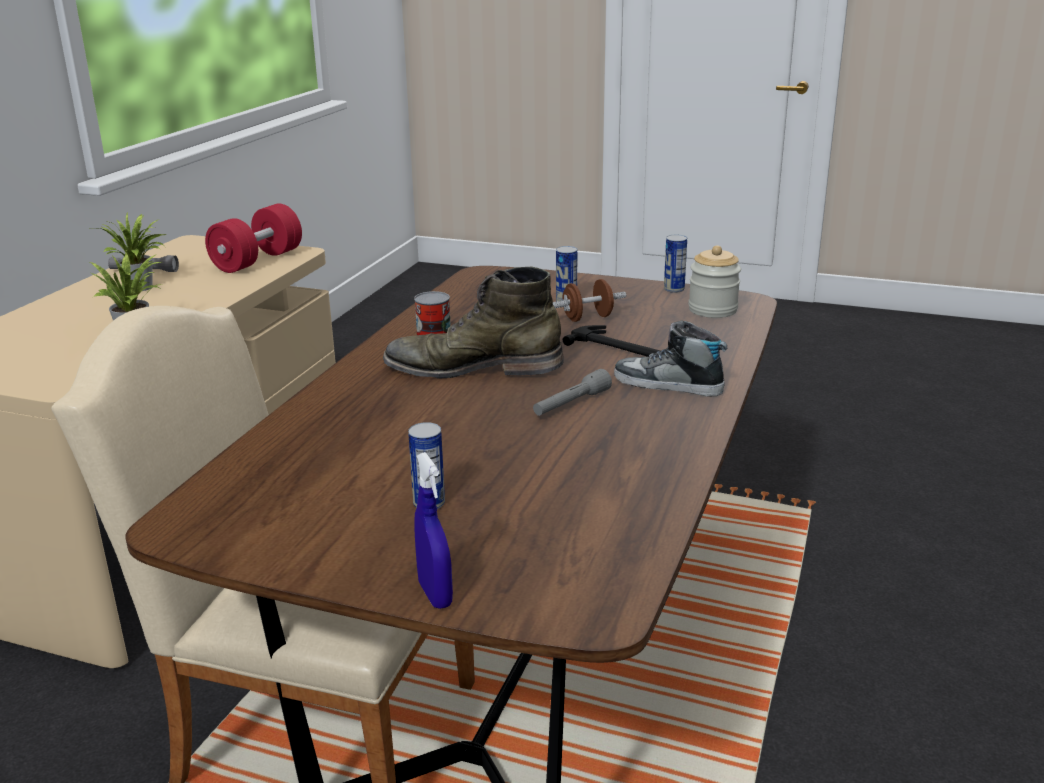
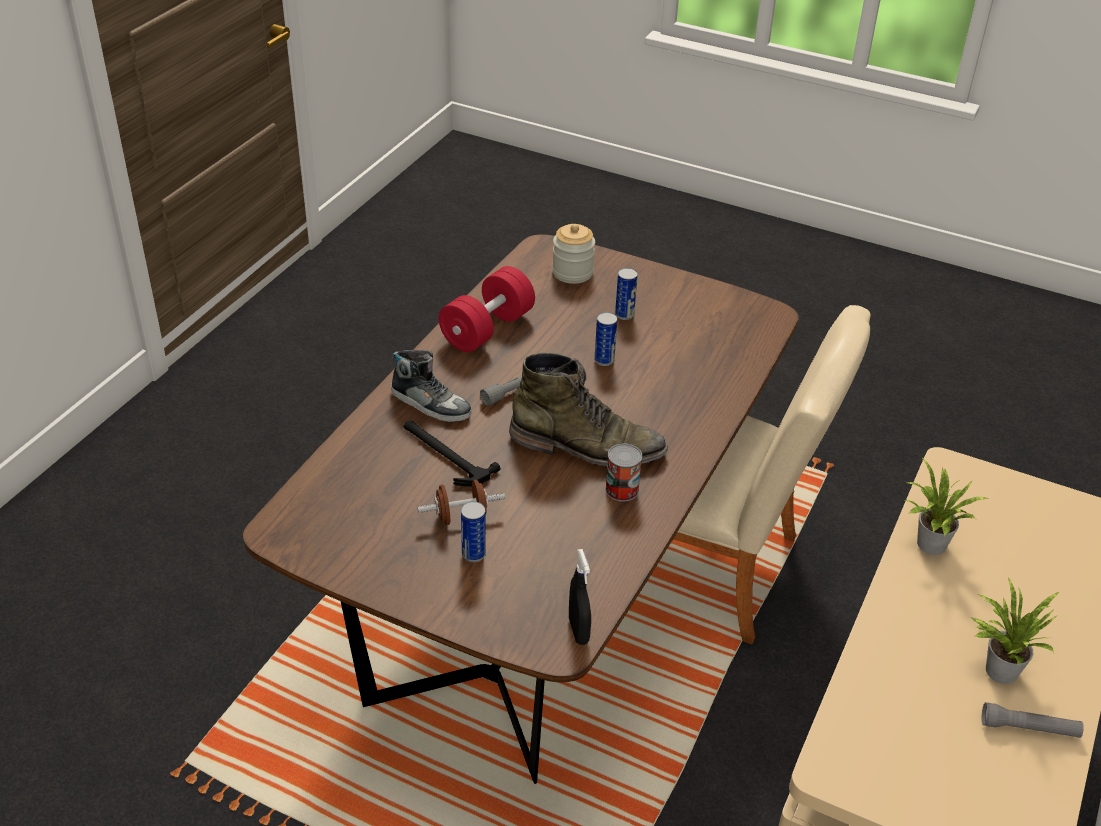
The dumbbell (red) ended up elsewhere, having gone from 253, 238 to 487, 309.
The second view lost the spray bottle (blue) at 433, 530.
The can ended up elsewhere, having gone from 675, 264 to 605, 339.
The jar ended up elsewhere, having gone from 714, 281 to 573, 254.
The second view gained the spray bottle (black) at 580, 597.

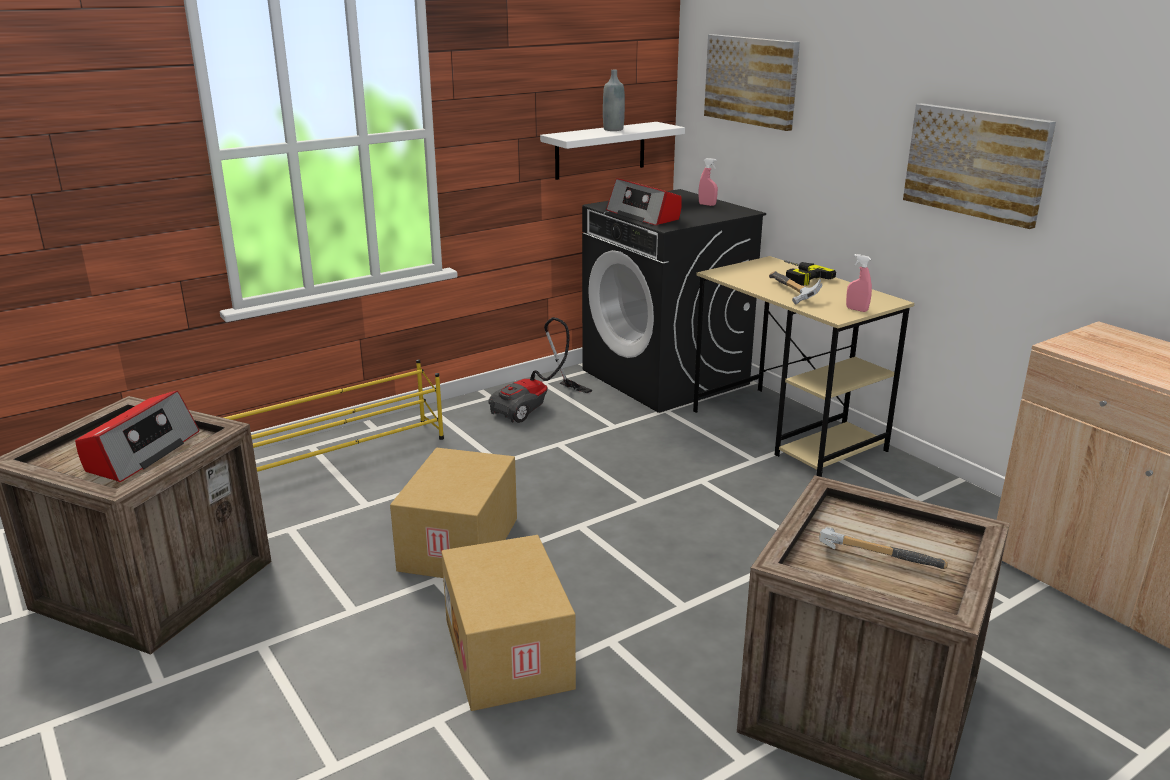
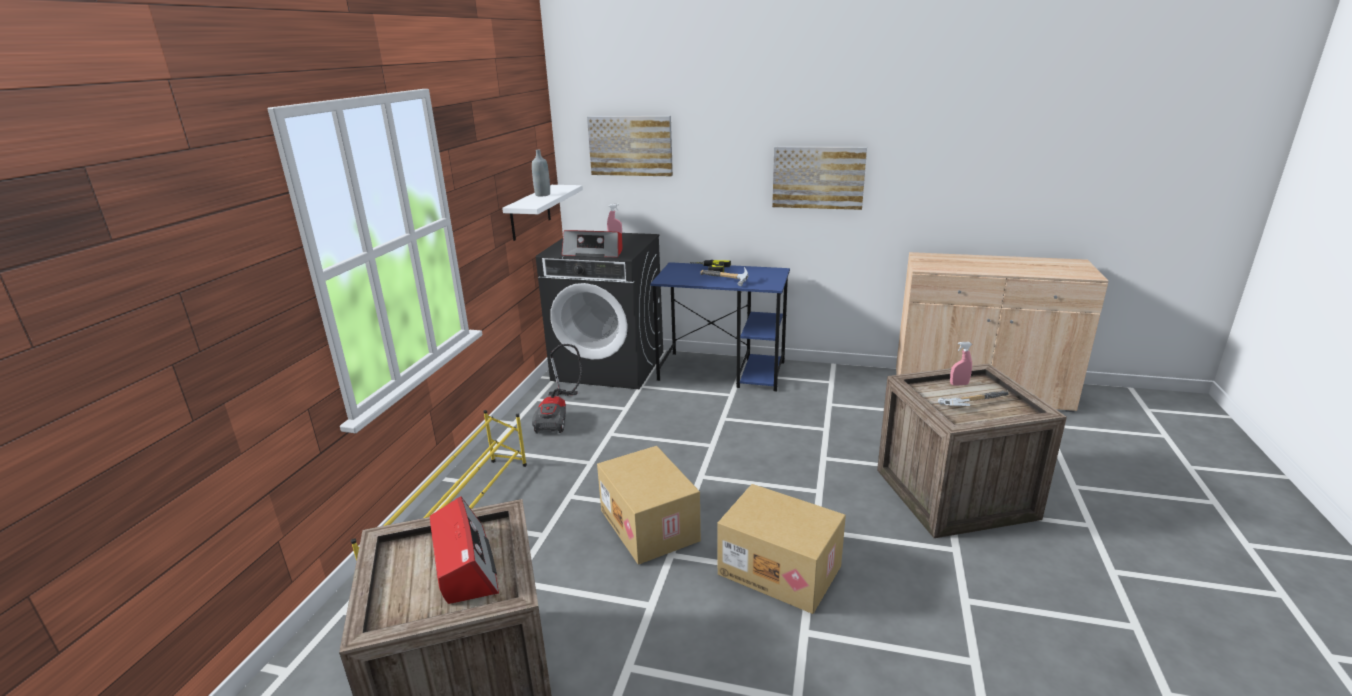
What was the desk (beige) at 803, 366 turned into the desk (blue) at 720, 327.
The spray bottle (pink) ended up elsewhere, having gone from 859, 283 to 961, 363.

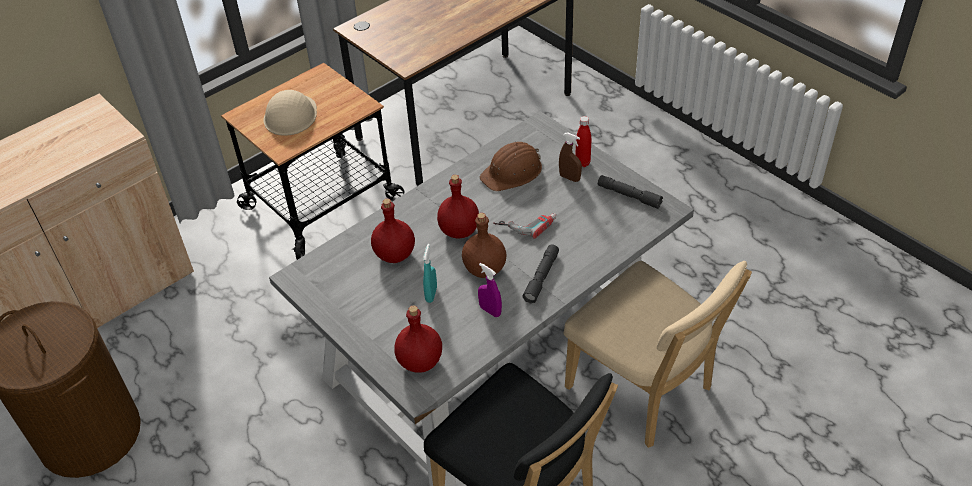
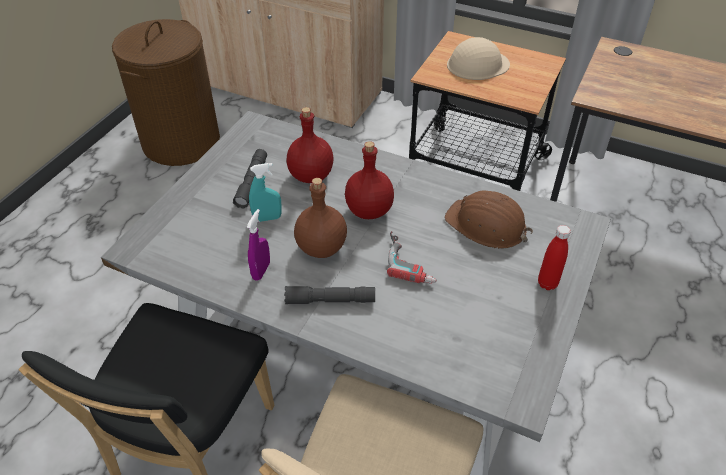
The second view lost the bottle (red) at 418, 339.
The second view lost the spray bottle (brown) at 570, 157.
The flashlight (grey) ended up elsewhere, having gone from 630, 192 to 250, 179.

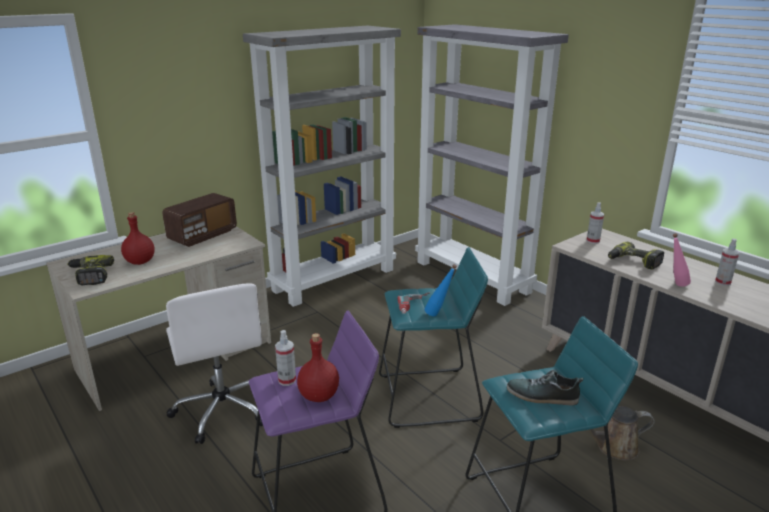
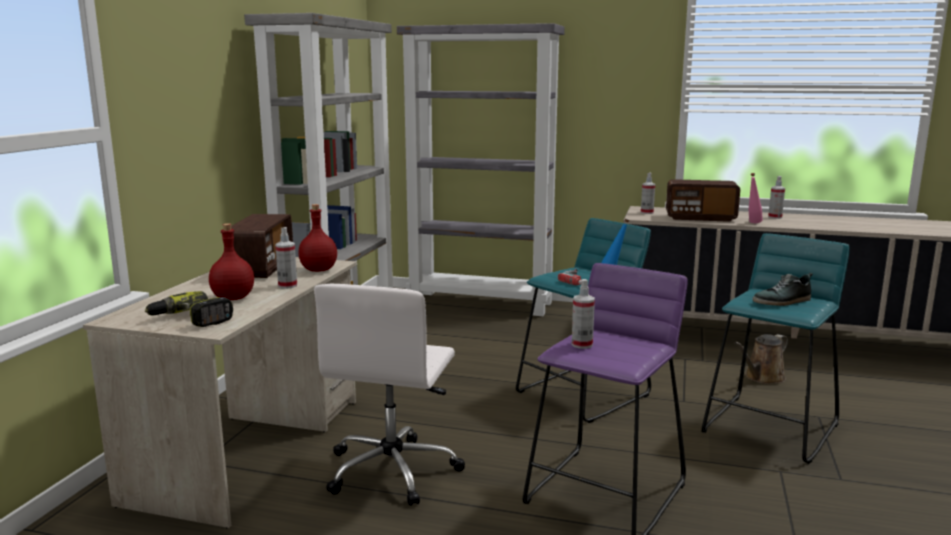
The office chair (white) at 214, 363 ended up facing another way, 75 degrees clockwise from before.
The bottle (red) ended up elsewhere, having gone from 318, 367 to 317, 238.
Where the power drill stood at 636, 256, the radio came to stand at 703, 200.
The second view gained the spray bottle at 286, 258.

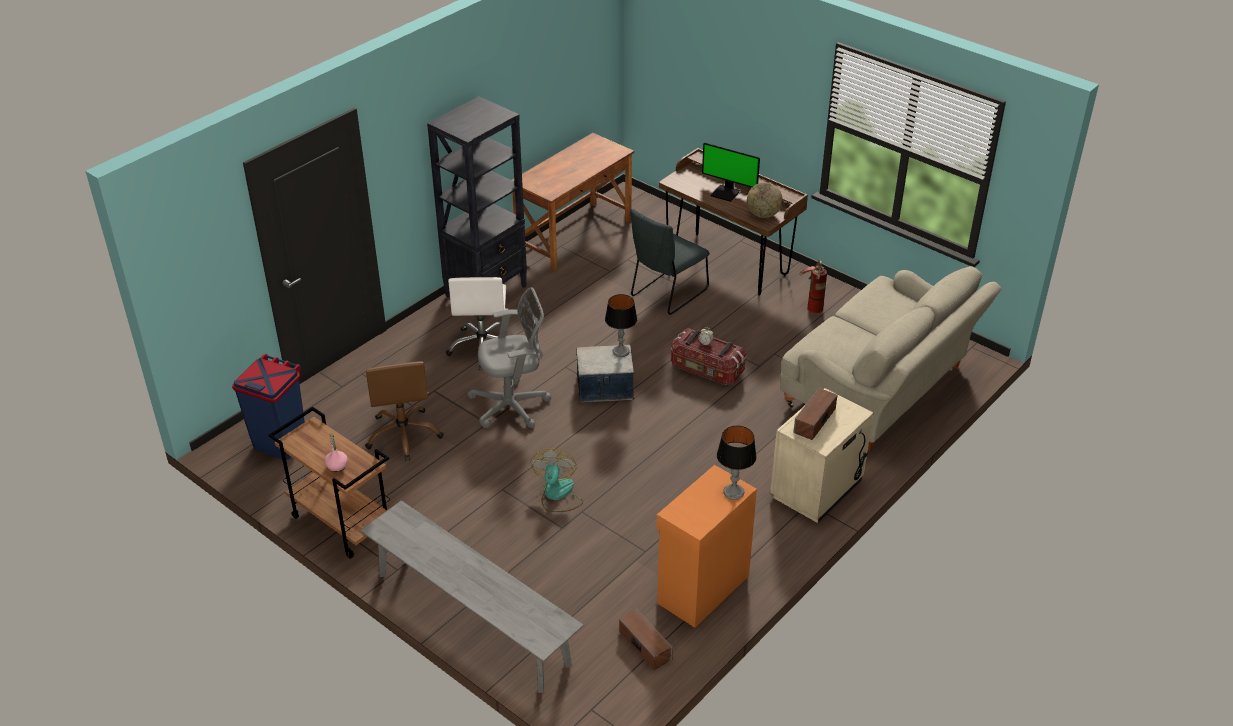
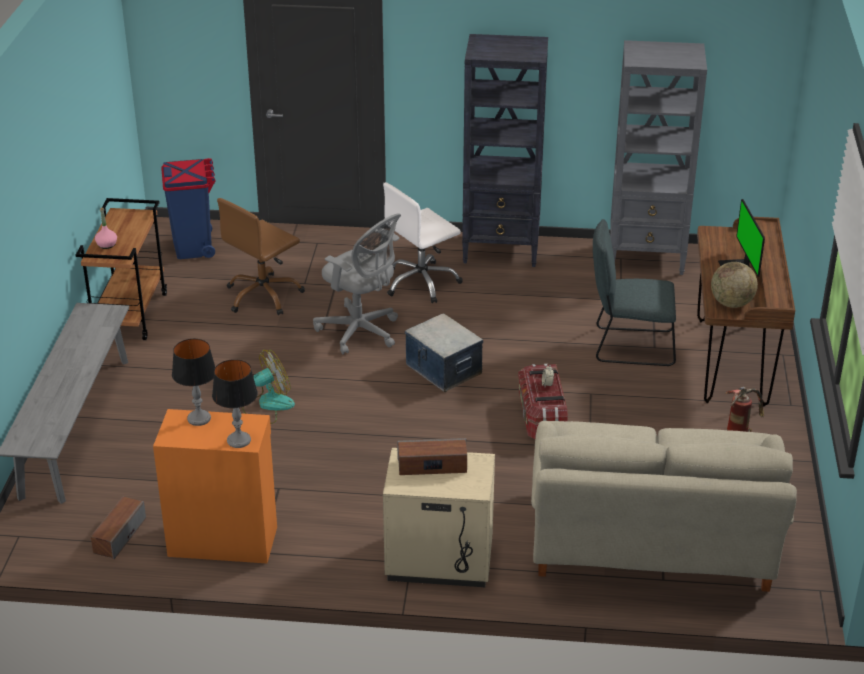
Where the desk (brown) stood at 573, 202, the bookcase (grey) came to stand at 658, 157.
The table lamp ended up elsewhere, having gone from 621, 325 to 193, 382.

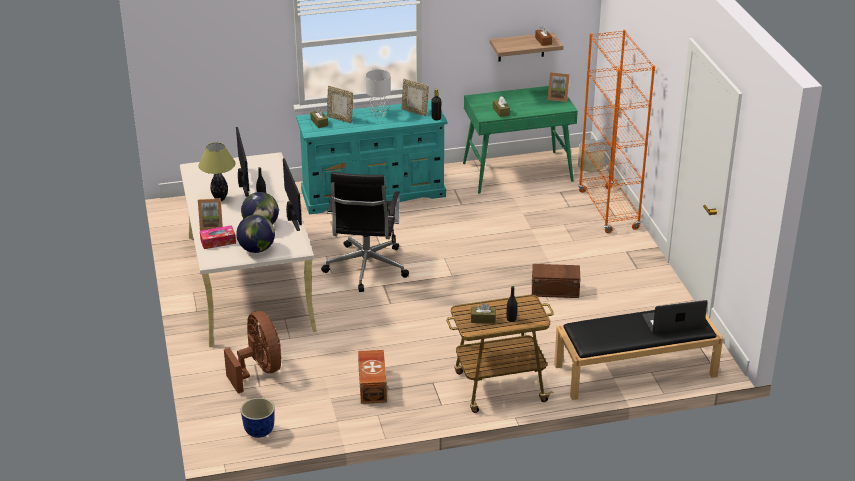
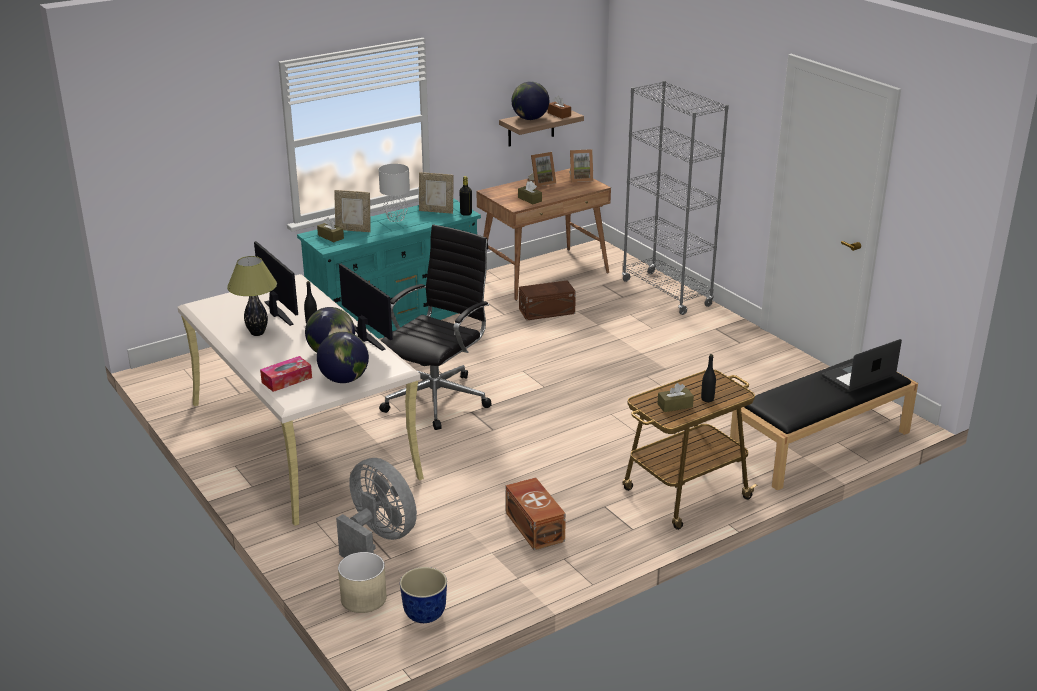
The picture frame ended up elsewhere, having gone from 210, 214 to 542, 169.
What was the fan (brown) at 252, 352 turned into the fan (grey) at 376, 508.
The office chair (black) at 365, 232 ended up facing another way, 135 degrees counterclockwise from before.
What was the desk (green) at 520, 140 turned into the desk (brown) at 543, 234.
The storage box (brown) ended up elsewhere, having gone from 556, 281 to 547, 300.
What was the bookcase (orange) at 616, 131 turned into the bookcase (grey) at 675, 198.
The planter (beige) ended up elsewhere, having gone from 591, 156 to 362, 582.
The second view gained the globe at 530, 100.

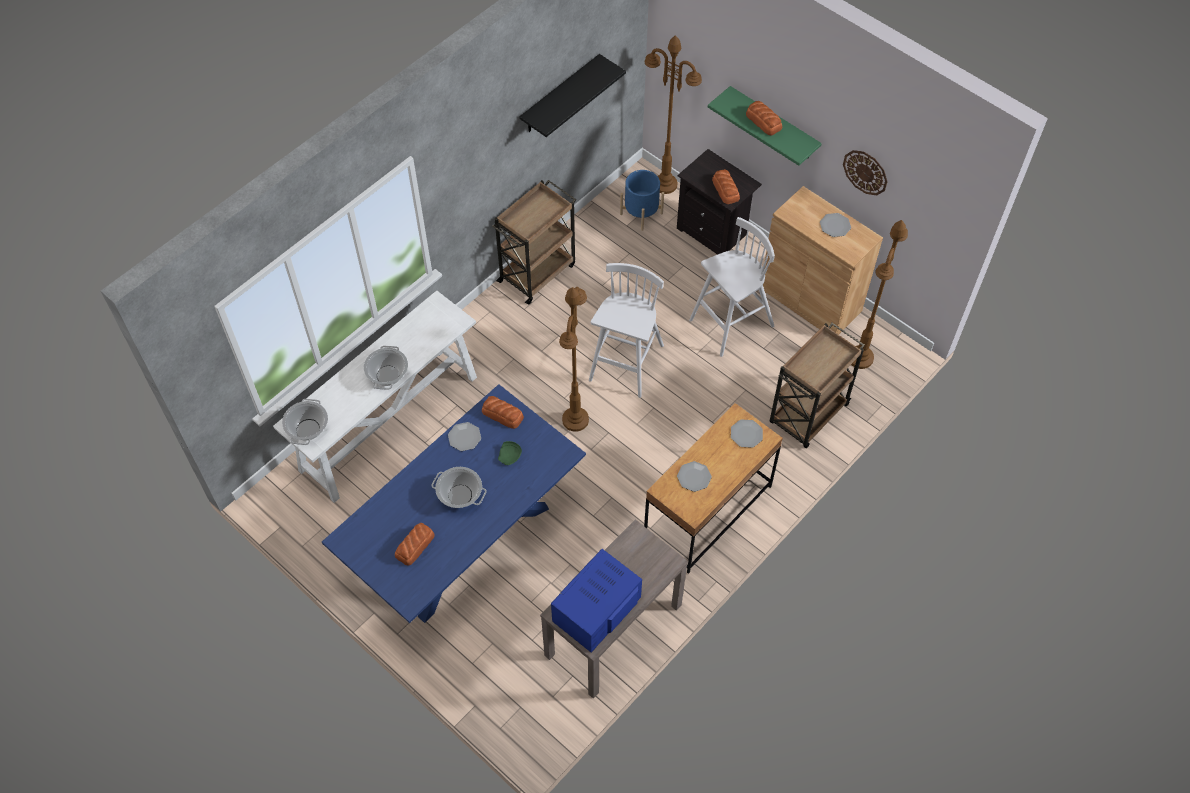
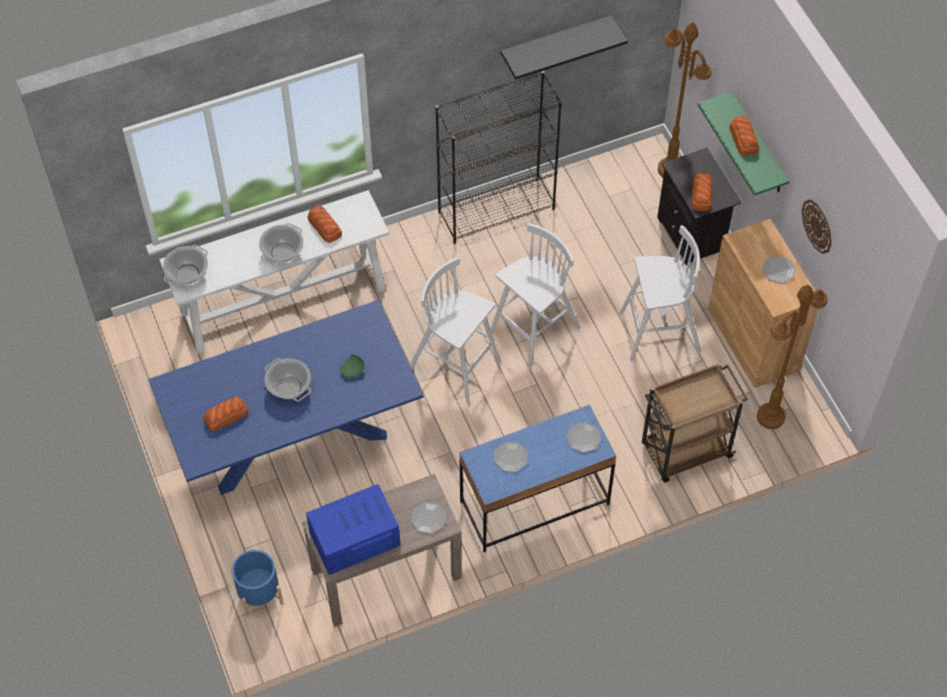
The plate ended up elsewhere, having gone from 464, 436 to 428, 518.
The bread ended up elsewhere, having gone from 503, 412 to 325, 224.
Where the cart (brown) stood at 534, 242, the bookcase (black) came to stand at 498, 157.
Where the floor lamp (brown) stood at 574, 359, the stool (white) came to stand at 455, 330.
The planter (blue) ended up elsewhere, having gone from 642, 200 to 257, 583.
What was the desk (brown) at 713, 488 turned into the desk (blue) at 537, 478.

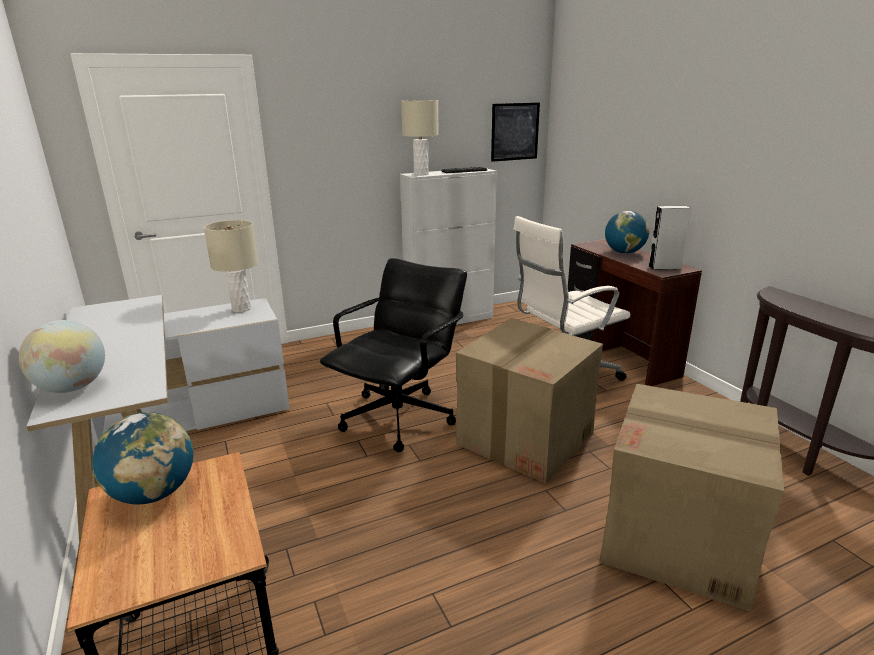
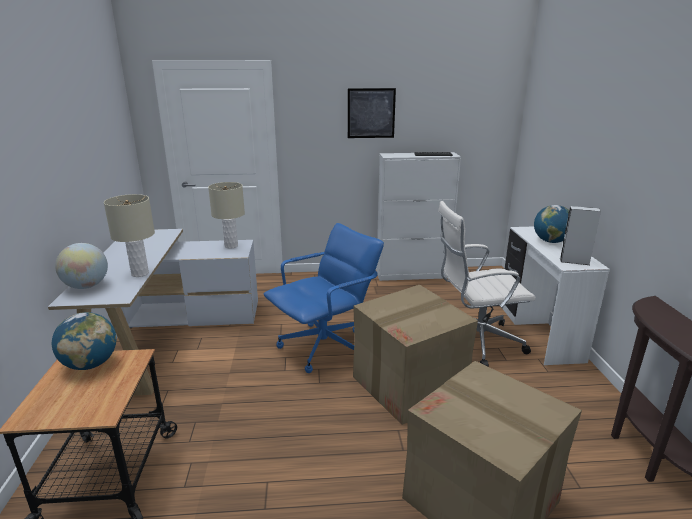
What was the office chair (black) at 393, 355 turned into the office chair (blue) at 324, 298.
The table lamp (beige) ended up elsewhere, having gone from 420, 138 to 129, 235.
The picture ended up elsewhere, having gone from 515, 132 to 372, 113.
What was the desk (brown) at 634, 312 turned into the desk (white) at 556, 296.

